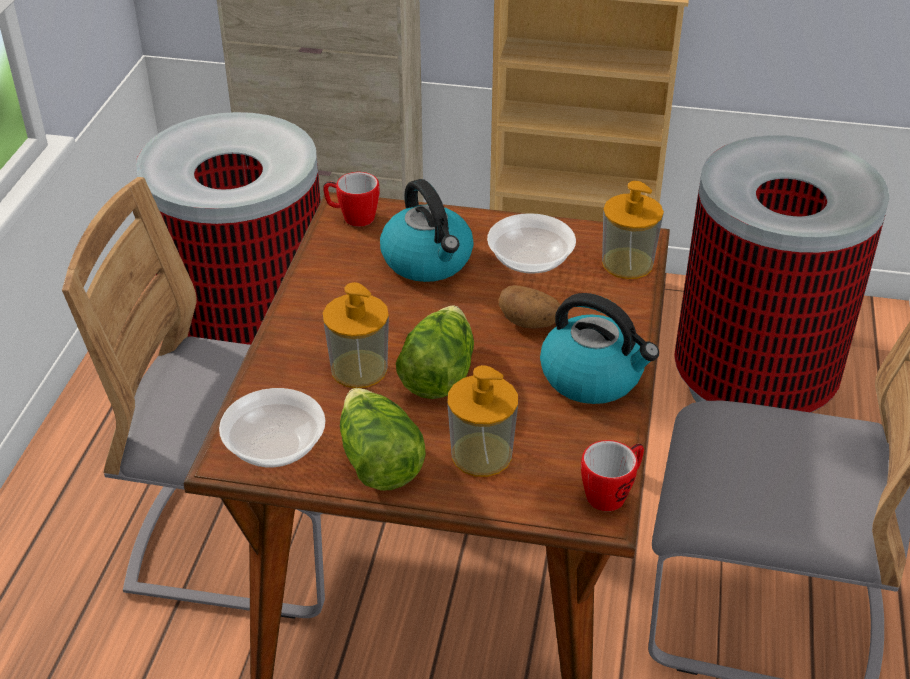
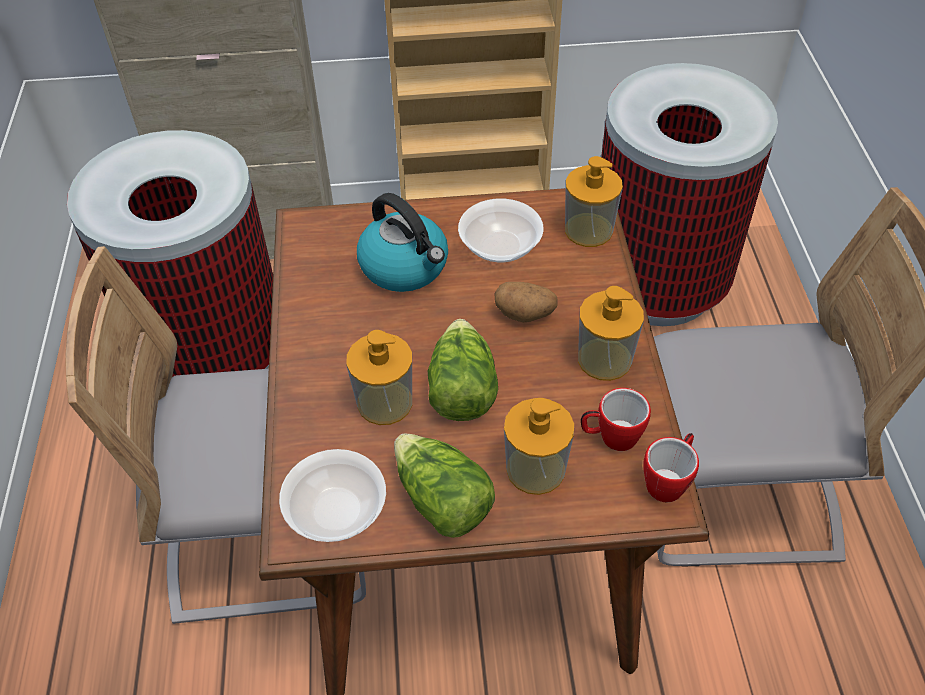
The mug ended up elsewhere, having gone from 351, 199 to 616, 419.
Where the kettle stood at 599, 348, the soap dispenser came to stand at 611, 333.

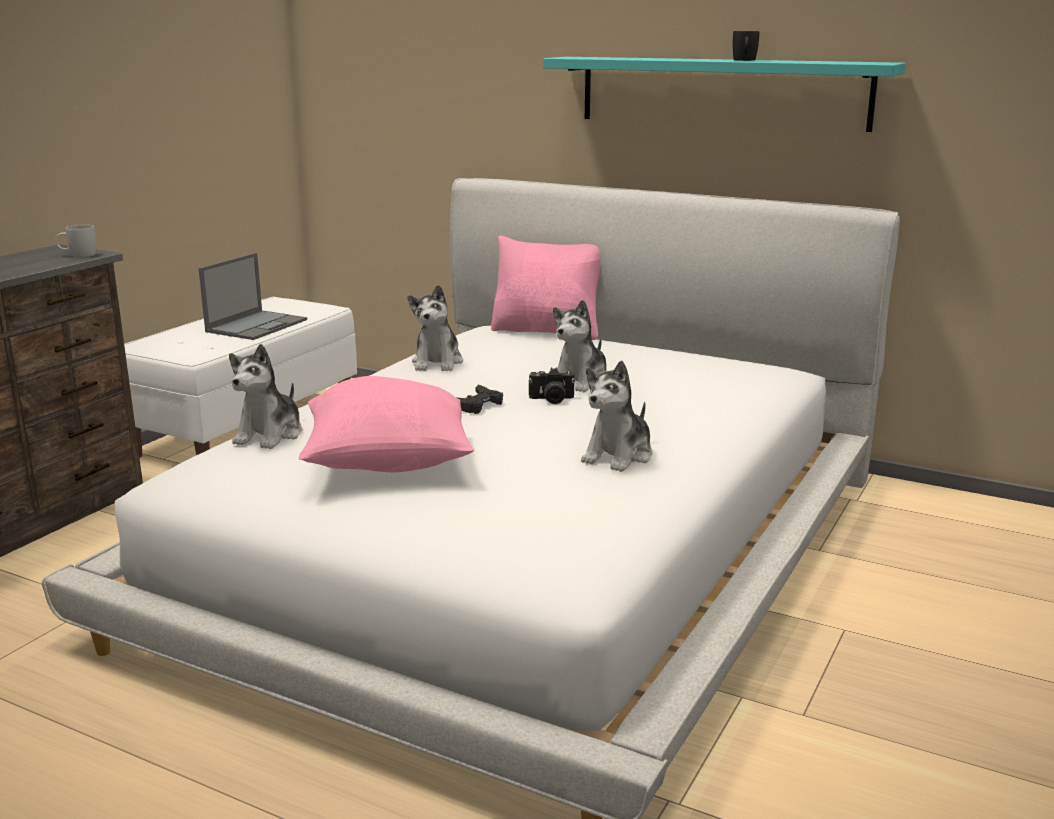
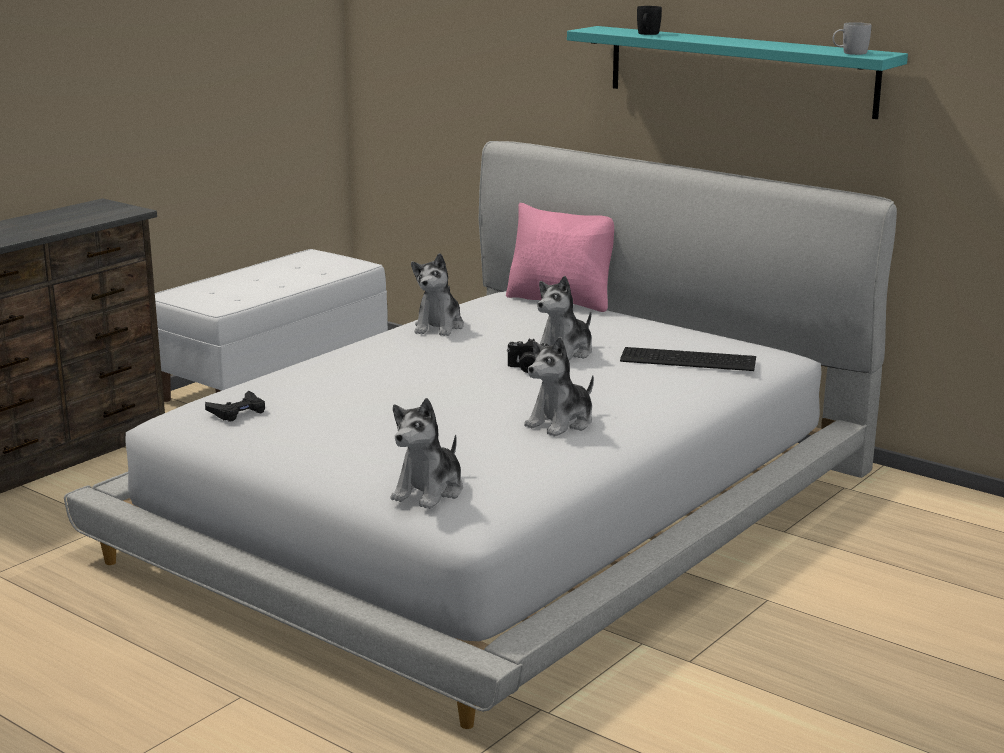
The mug (white) ended up elsewhere, having gone from 75, 240 to 852, 38.
The second view lost the laptop at 253, 296.
The plush toy ended up elsewhere, having gone from 265, 396 to 427, 453.
The second view lost the pillow (pink) at 386, 424.
The game controller (black) ended up elsewhere, having gone from 480, 399 to 235, 406.
The mug (black) ended up elsewhere, having gone from 746, 46 to 649, 20.
The second view gained the keyboard at 688, 359.

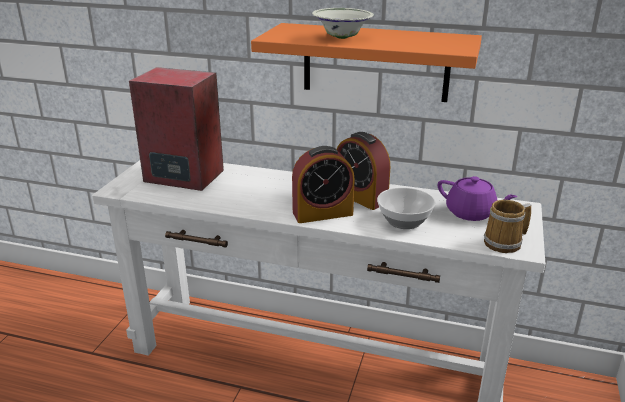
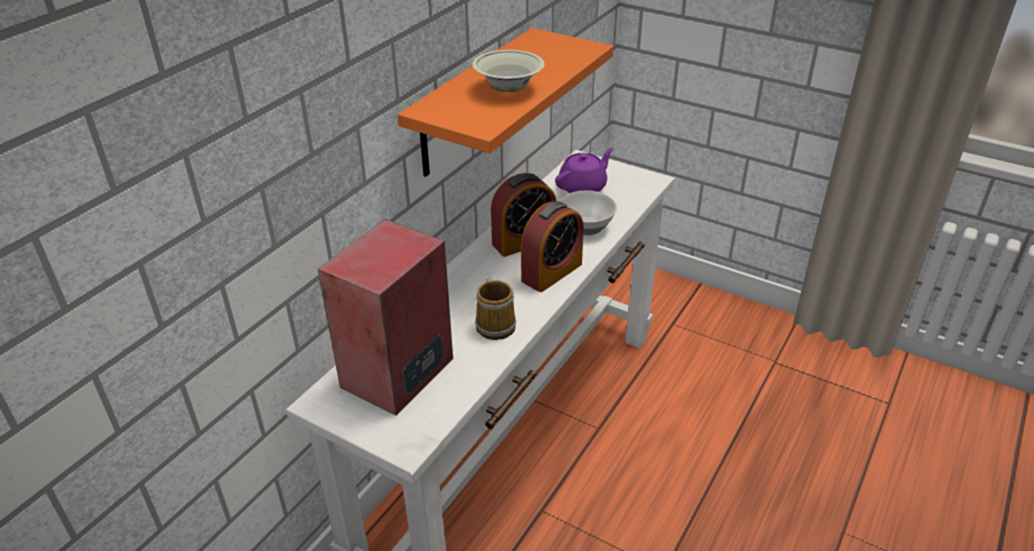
The alarm clock at 323, 184 ended up facing another way, 45 degrees clockwise from before.
The mug ended up elsewhere, having gone from 507, 226 to 495, 307.

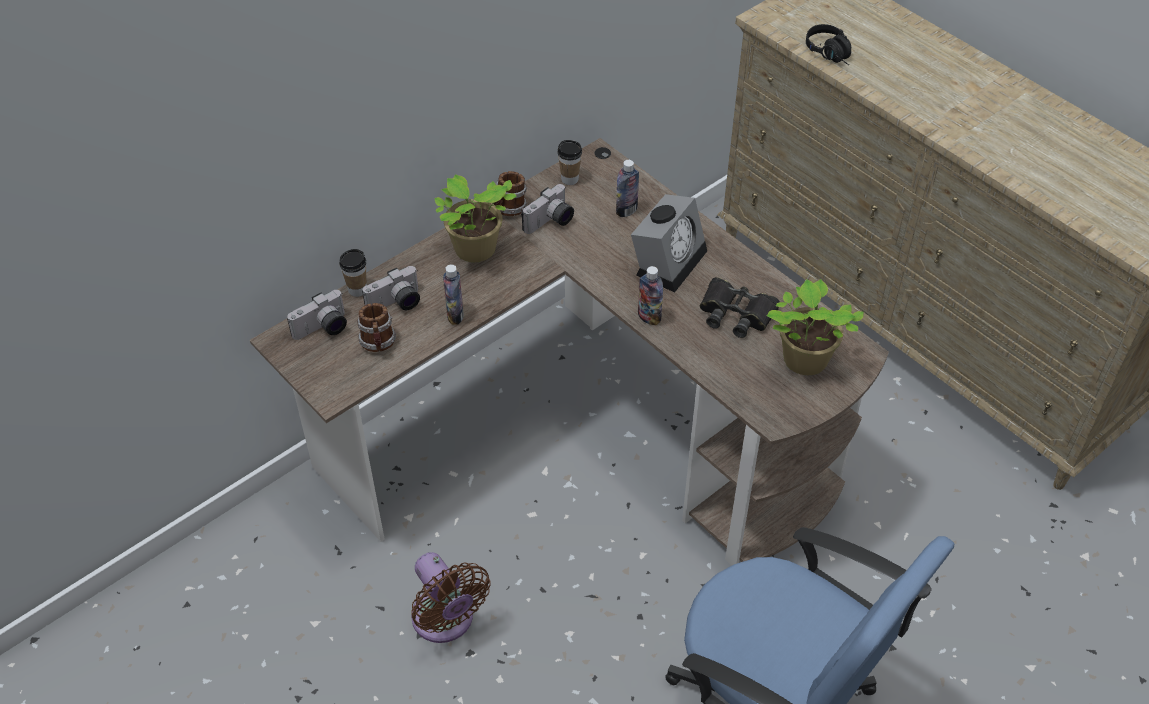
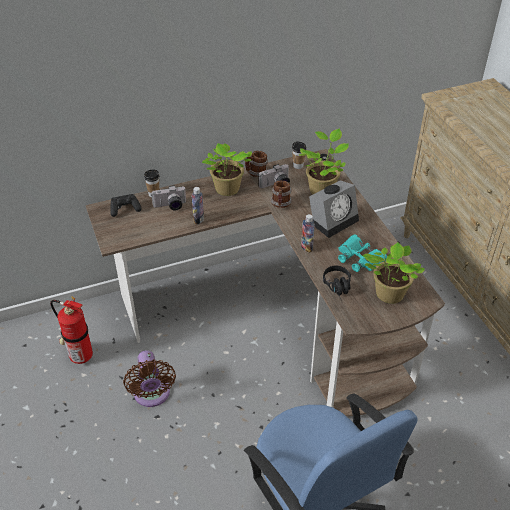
Where the photo camera stood at 317, 315, the game controller (black) came to stand at 126, 205.
The mug ended up elsewhere, having gone from 377, 327 to 281, 194.
Where the bottle stood at 627, 188, the potted plant came to stand at 324, 161.
What was the binoculars (black) at 740, 307 turned into the binoculars (turquoise) at 362, 253.
The headphones (black) ended up elsewhere, having gone from 828, 44 to 337, 282.
The second view gained the fire extinguisher at 71, 330.

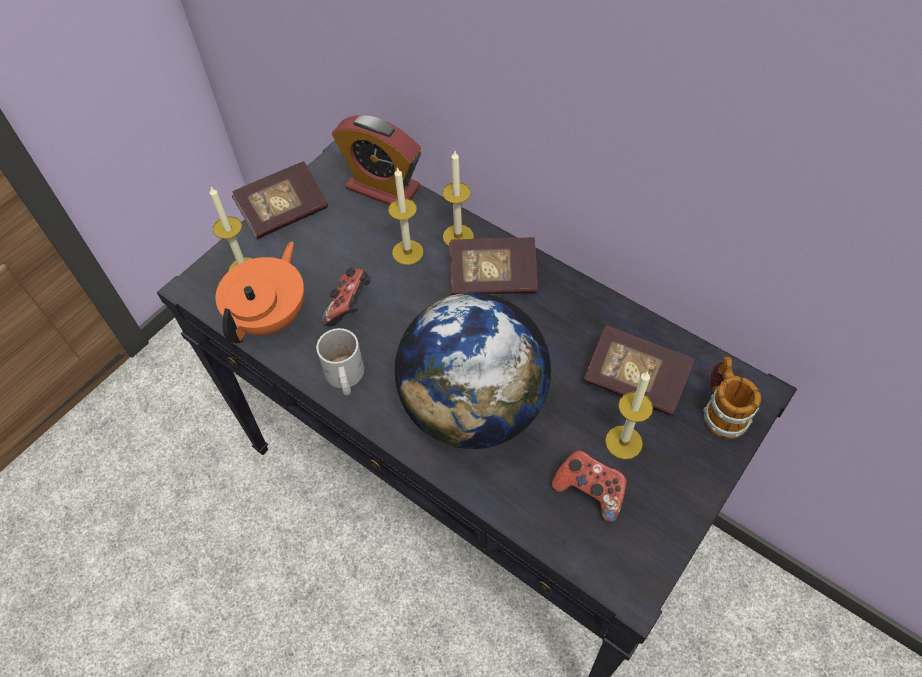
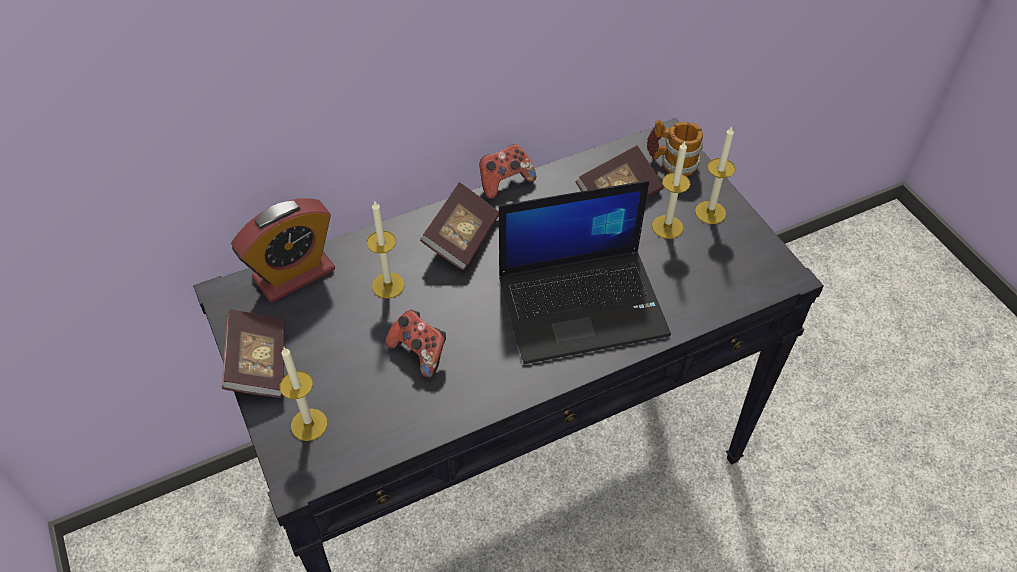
The second view lost the teapot (orange) at 260, 292.
The second view lost the mug (white) at 340, 362.
Where the globe stood at 473, 371, the laptop came to stand at 585, 272.
The candle ended up elsewhere, having gone from 458, 198 to 715, 175.
The game controller ended up elsewhere, having gone from 589, 485 to 507, 171.

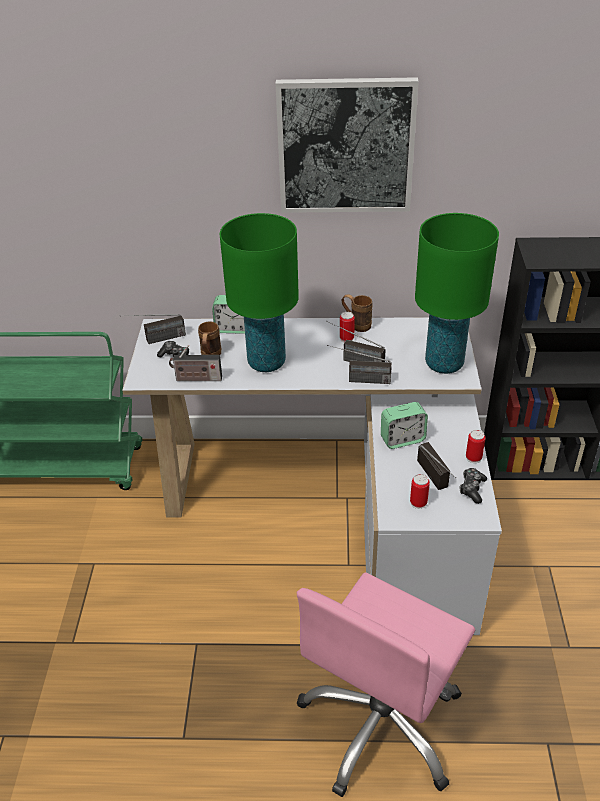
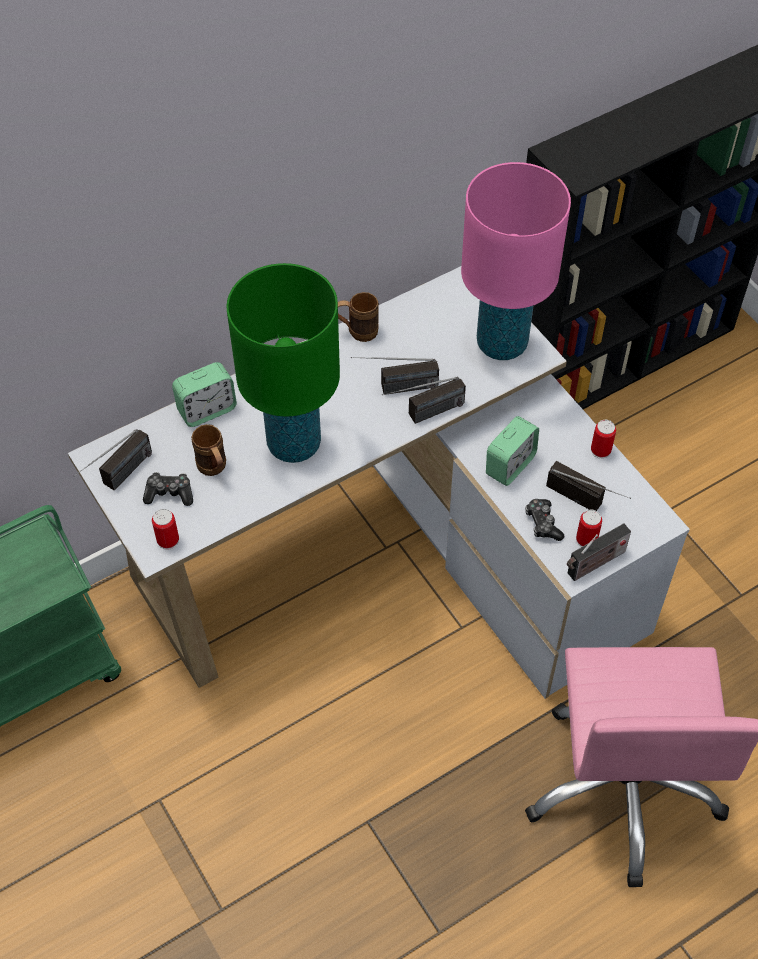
The radio ended up elsewhere, having gone from 195, 363 to 599, 552.
The second view lost the picture at 347, 145.
The can ended up elsewhere, having gone from 347, 327 to 165, 529.
What was the table lamp (green) at 457, 293 turned into the table lamp (pink) at 516, 261.
The game controller ended up elsewhere, having gone from 473, 486 to 544, 520.

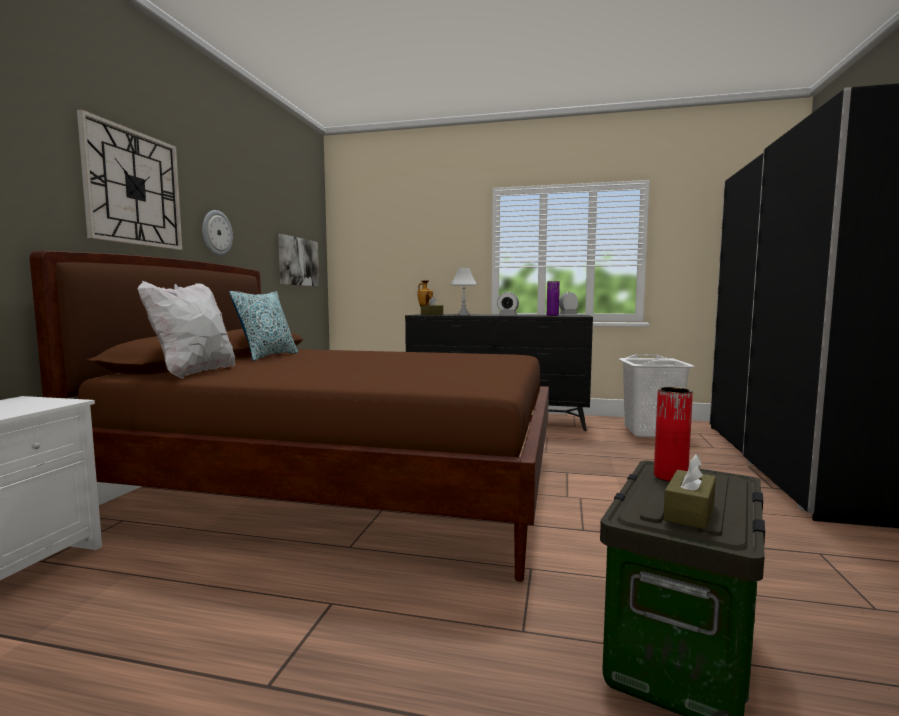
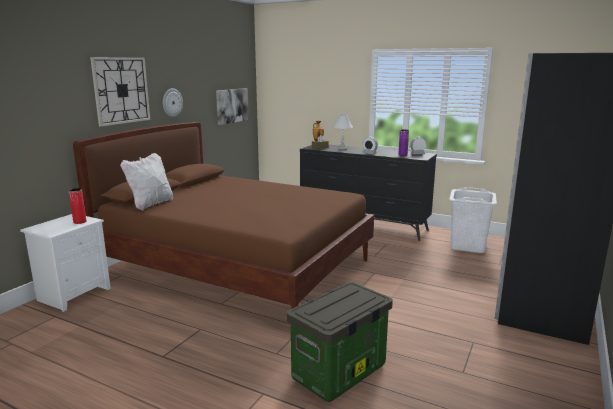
The second view lost the pillow at 263, 326.
The vase (red) ended up elsewhere, having gone from 673, 434 to 77, 206.
The second view lost the tissue box (brown) at 689, 492.

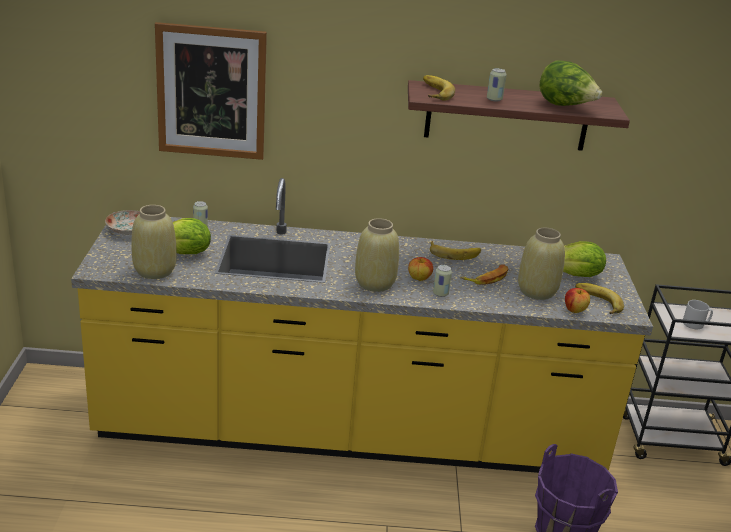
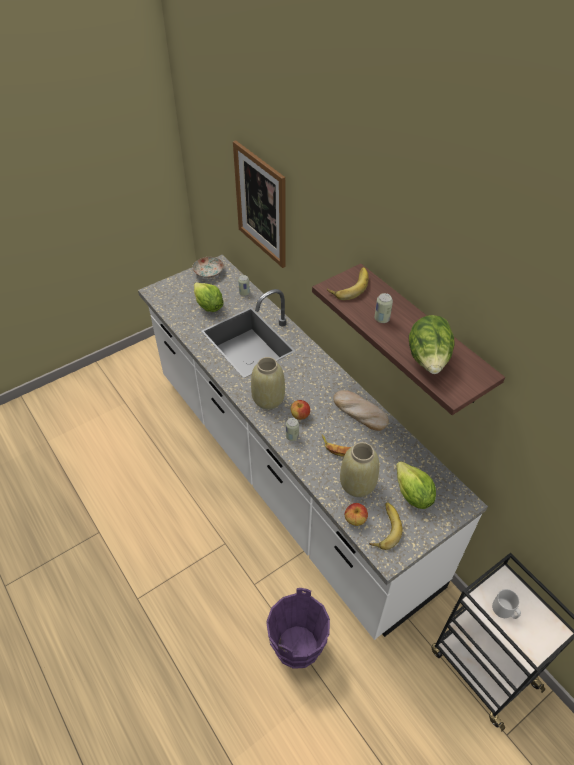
What was the counter (yellow) at 362, 325 turned into the counter (white) at 313, 447.
The second view lost the vase (beige) at 154, 242.
Where the banana stood at 455, 250, the bread came to stand at 361, 410.

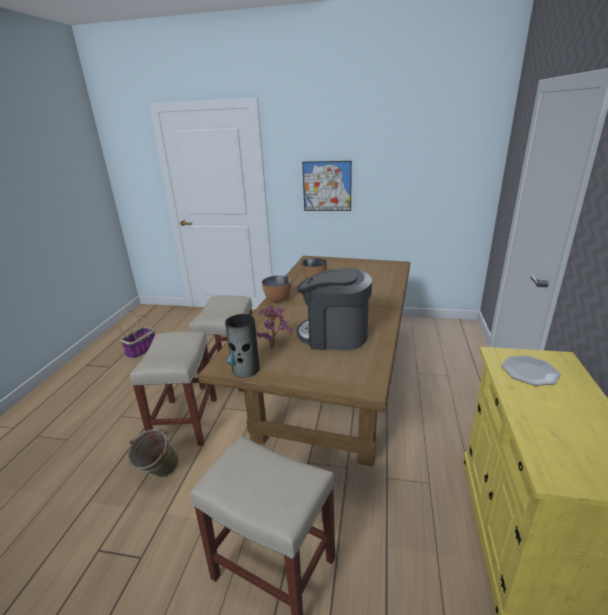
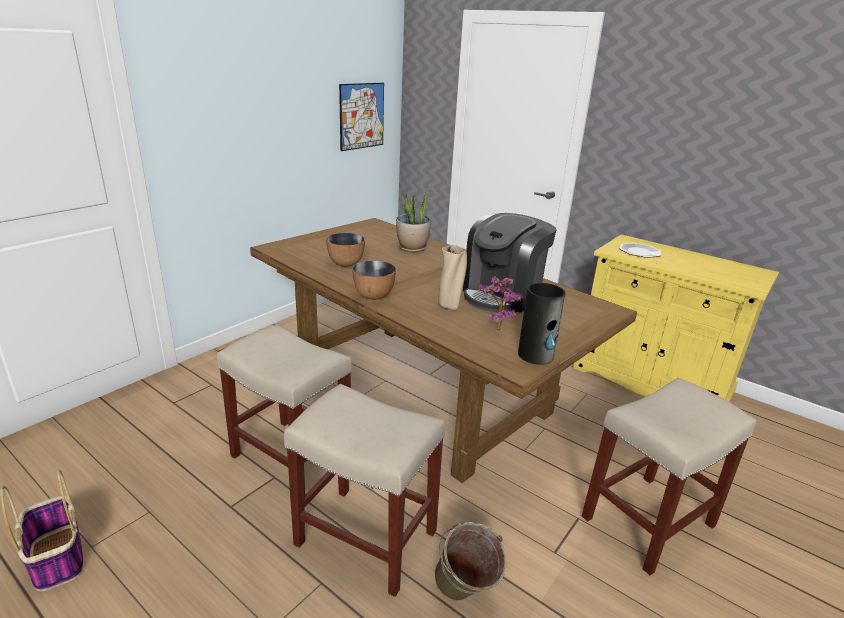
The picture ended up elsewhere, having gone from 327, 186 to 361, 117.
The second view gained the potted plant at 413, 219.
The second view gained the vase (beige) at 453, 277.

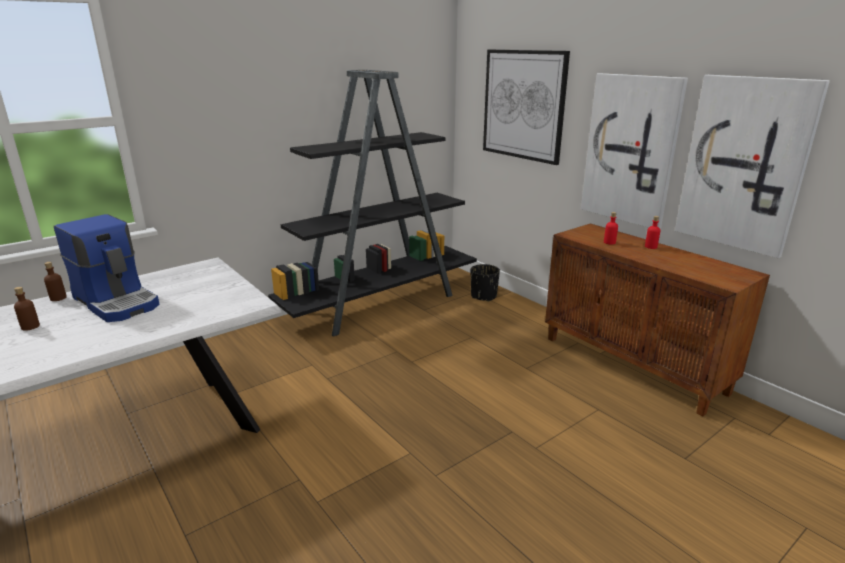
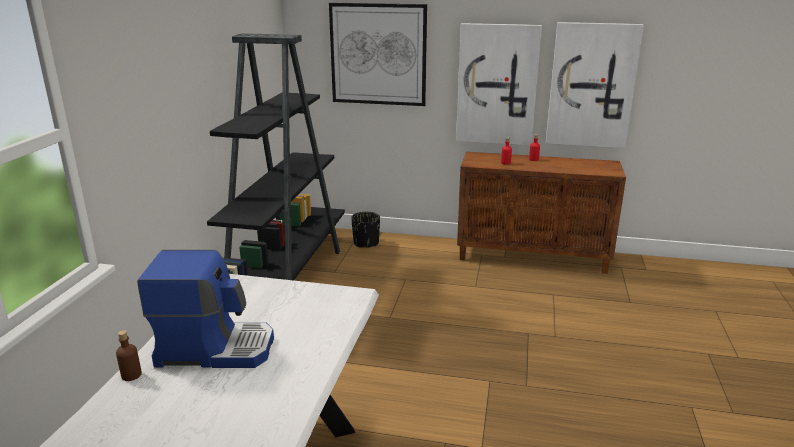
The second view lost the bottle (brown) at 27, 309.

